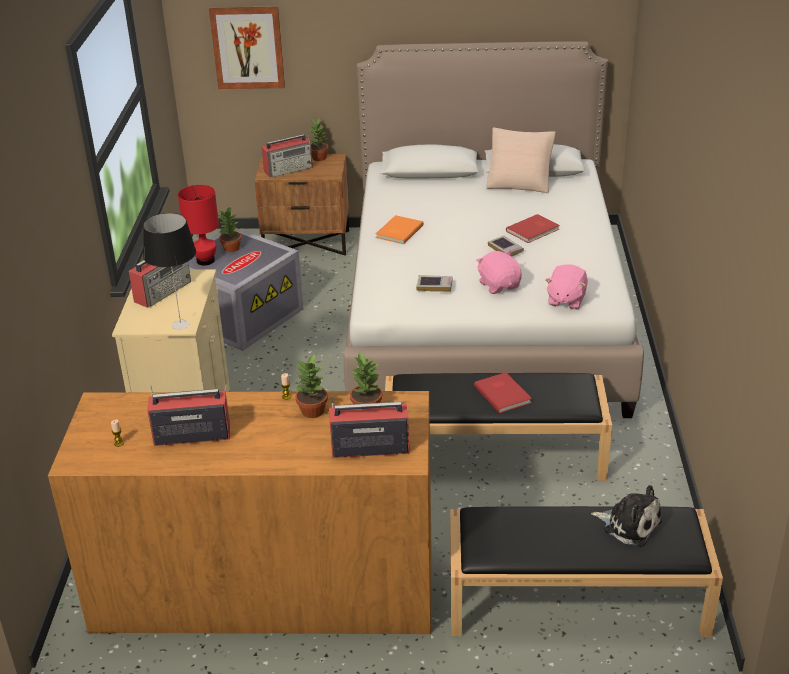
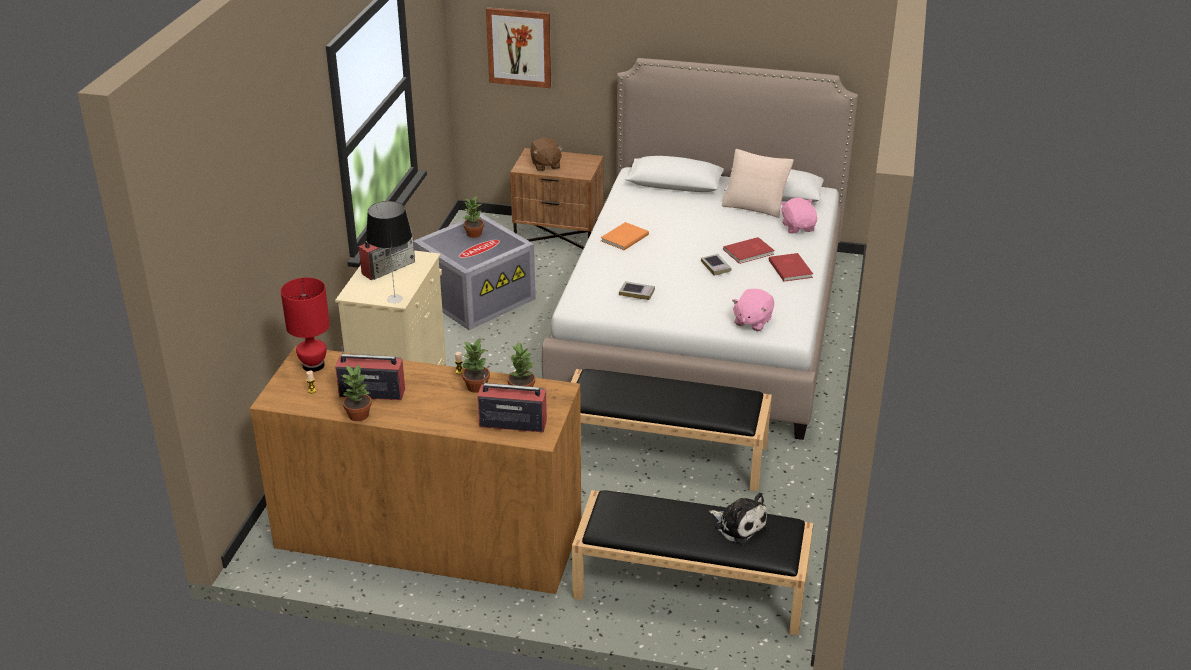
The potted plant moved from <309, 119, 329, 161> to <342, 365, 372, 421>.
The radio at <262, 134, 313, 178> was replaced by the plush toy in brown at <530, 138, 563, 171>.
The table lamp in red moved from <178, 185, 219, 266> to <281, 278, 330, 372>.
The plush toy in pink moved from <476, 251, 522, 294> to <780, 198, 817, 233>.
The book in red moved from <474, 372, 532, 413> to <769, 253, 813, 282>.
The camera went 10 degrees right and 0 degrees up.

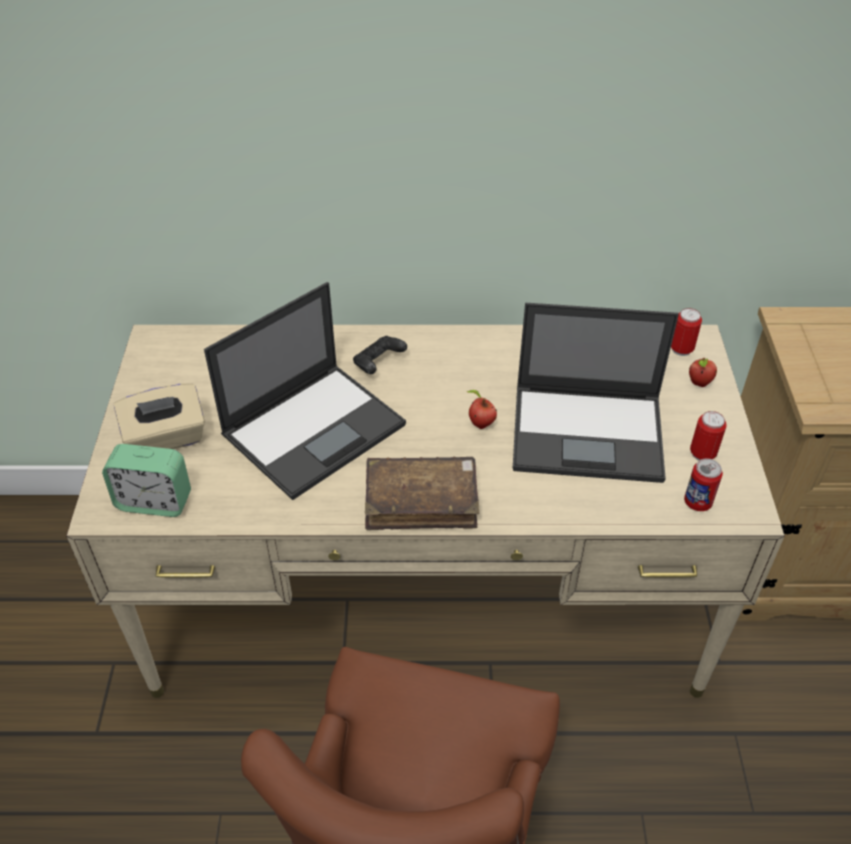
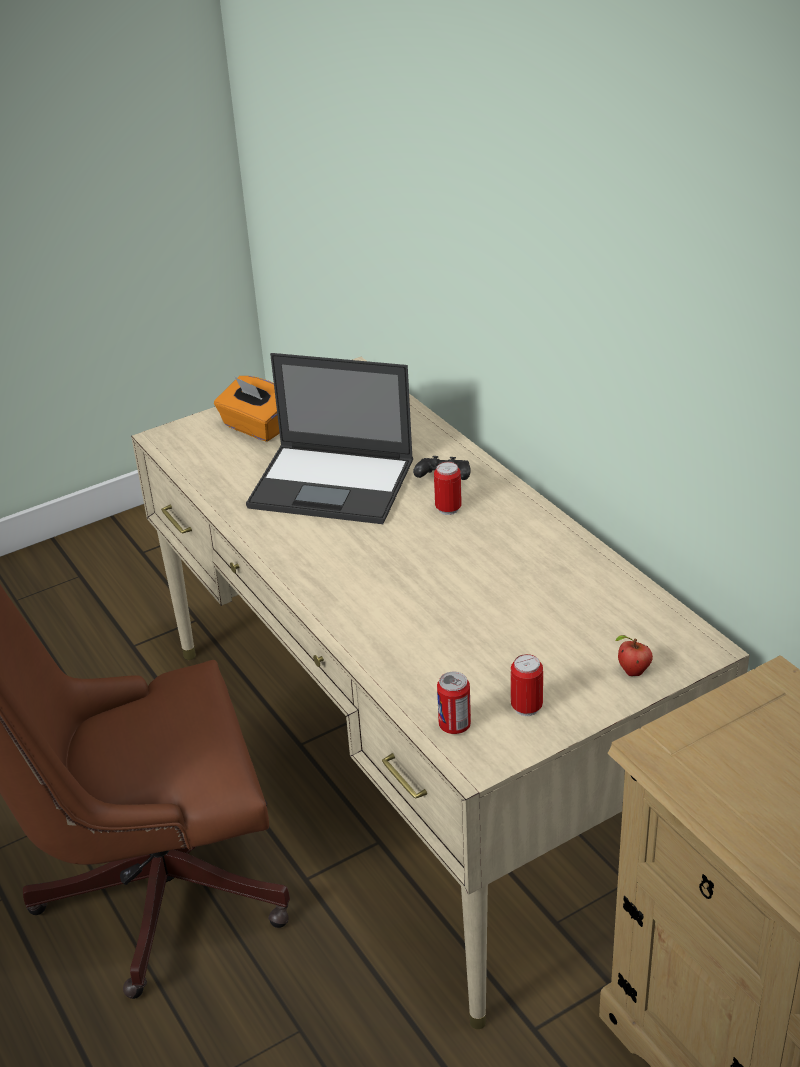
The laptop at <513, 303, 679, 483> disappeared.
The can moved from <671, 308, 702, 356> to <434, 462, 462, 515>.
The tissue box in beige at <114, 383, 205, 449> became the tissue box in orange at <214, 376, 280, 442>.
The apple at <466, 390, 497, 429> disappeared.
The alarm clock at <102, 444, 191, 517> disappeared.
The book in brown at <365, 457, 480, 530> disappeared.
The camera went 60 degrees right and 10 degrees down.

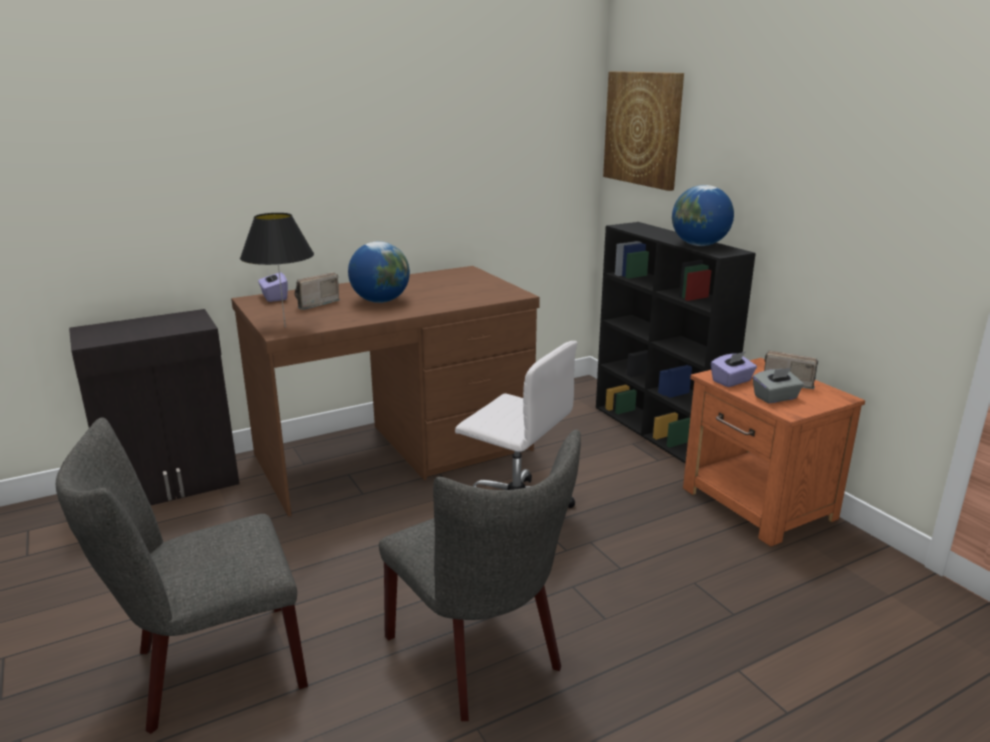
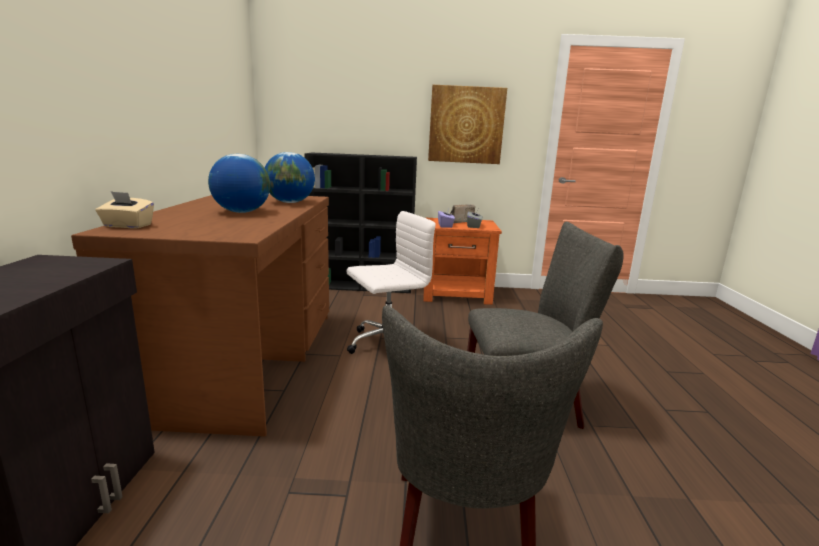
The picture moved from <603, 71, 684, 191> to <428, 85, 507, 164>.
The globe moved from <672, 185, 734, 246> to <265, 152, 315, 203>.
The table lamp in black at <240, 213, 314, 327> disappeared.
The tissue box in purple at <258, 270, 288, 302> became the tissue box in beige at <96, 191, 154, 229>.
The radio at <294, 272, 340, 310> disappeared.
The camera went 60 degrees left and 5 degrees down.

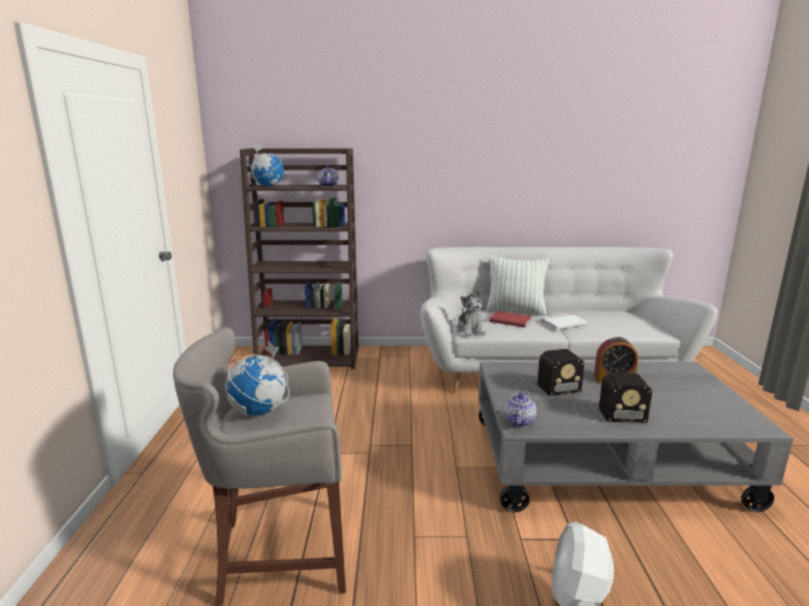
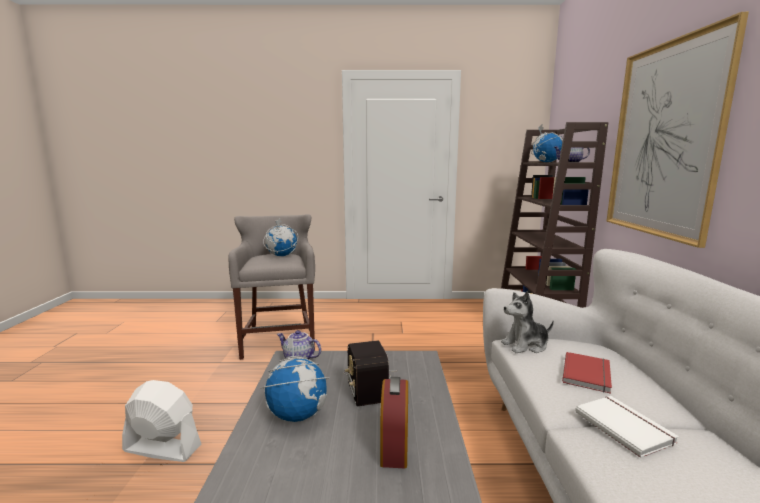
The pillow at <486, 256, 549, 316> disappeared.
The radio at <573, 372, 652, 423> was replaced by the globe at <260, 338, 329, 422>.
The picture at <606, 12, 749, 248> appeared.
The camera went 90 degrees right and 5 degrees down.

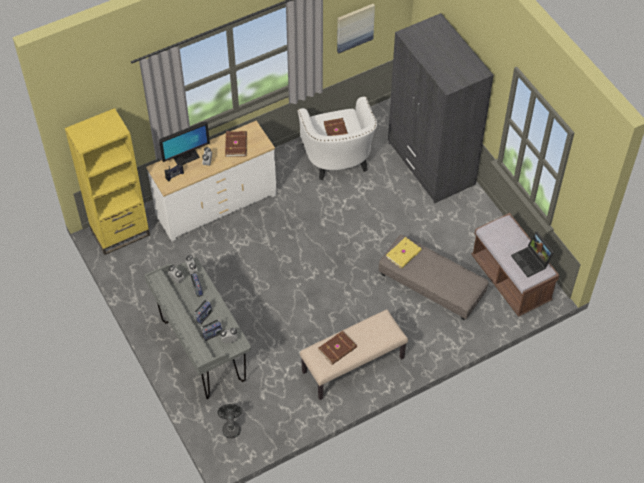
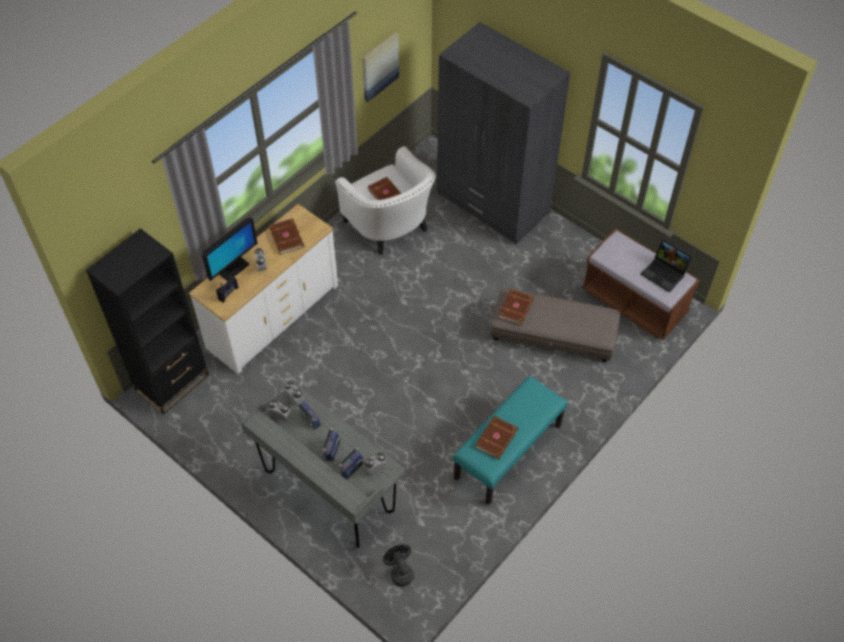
The bookcase in yellow at <65, 108, 150, 255> became the bookcase in black at <86, 228, 209, 415>.
The book in yellow at <386, 237, 422, 269> became the book in brown at <498, 289, 534, 325>.
The bench in beige at <300, 309, 408, 400> became the bench in turquoise at <453, 376, 568, 505>.
The camera went 20 degrees left and 0 degrees up.

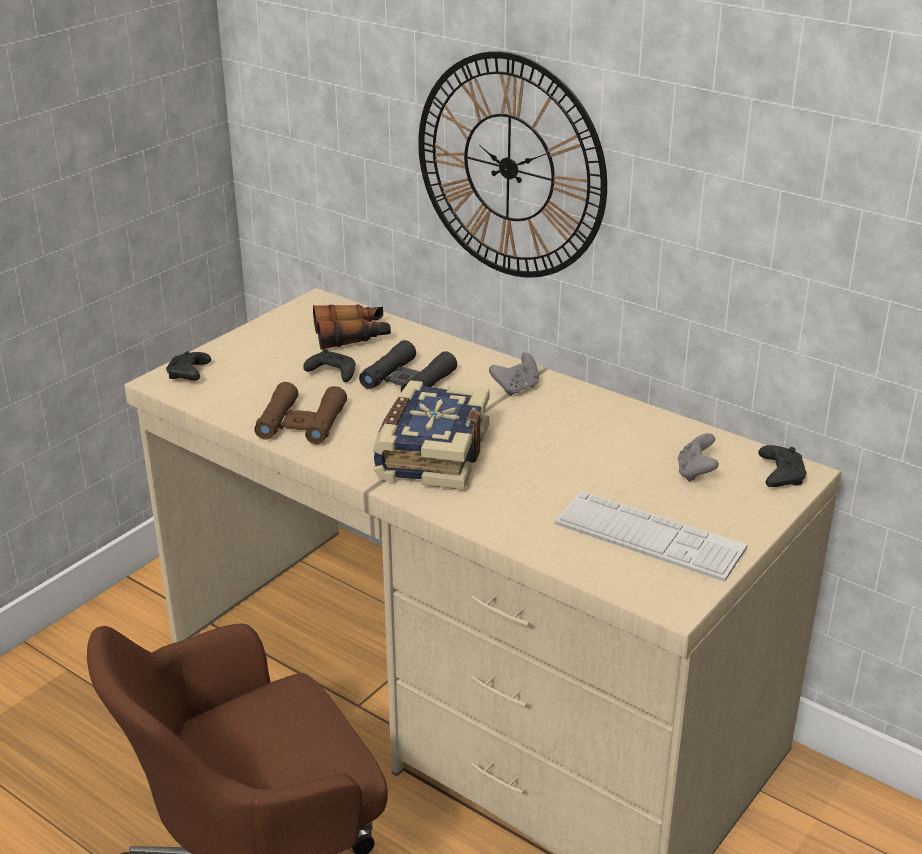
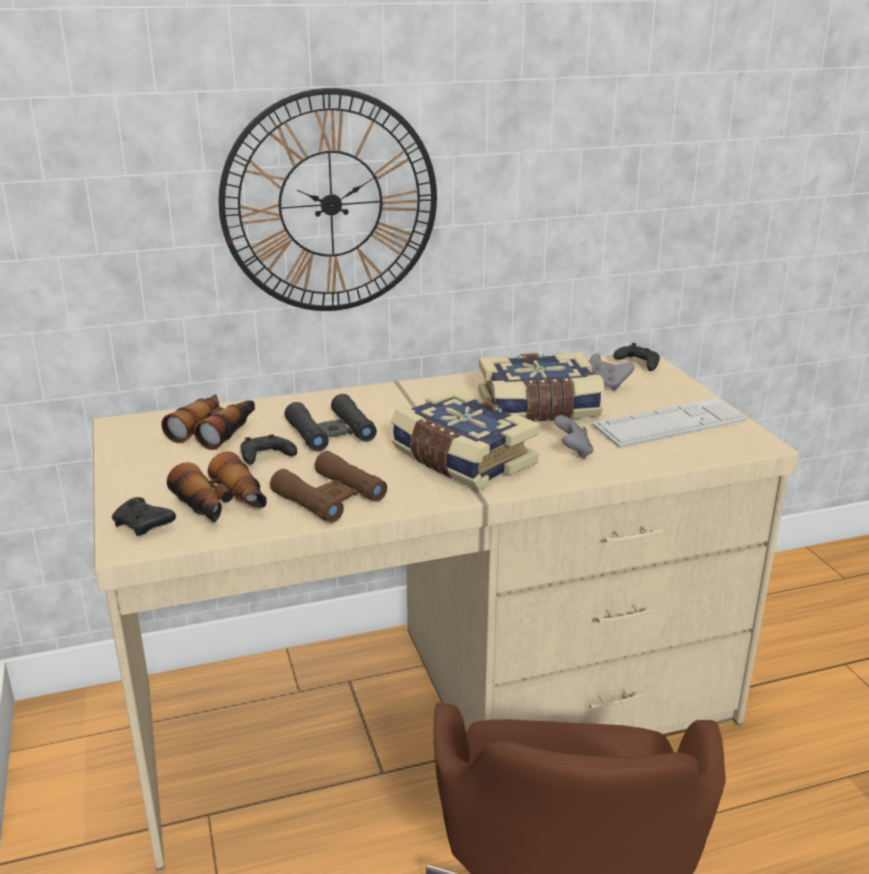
The game controller in grey moved from <489, 352, 539, 396> to <554, 415, 593, 459>.
The book at <478, 352, 604, 422> appeared.
The binoculars at <167, 451, 267, 522> appeared.
The camera went 55 degrees left and 5 degrees down.

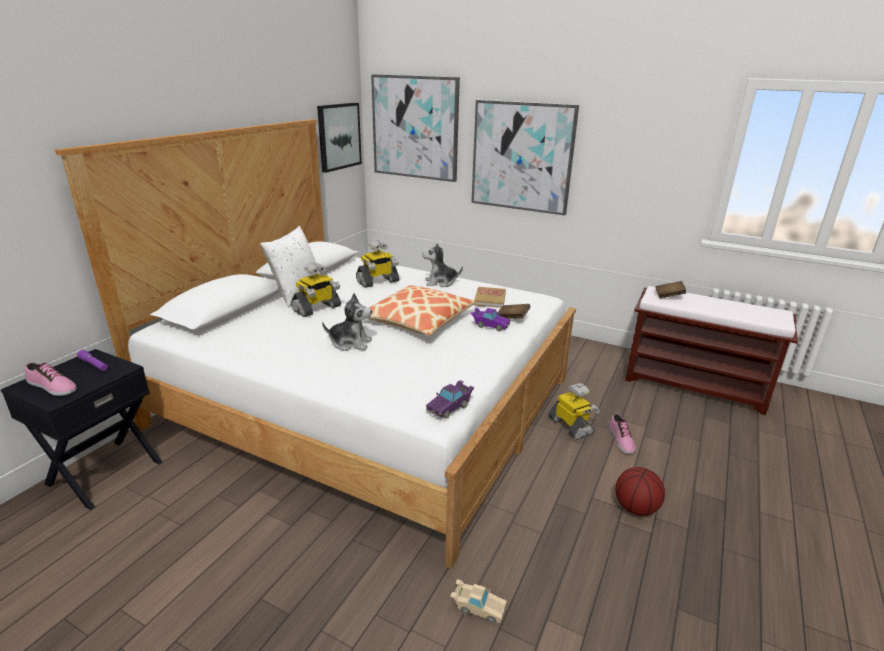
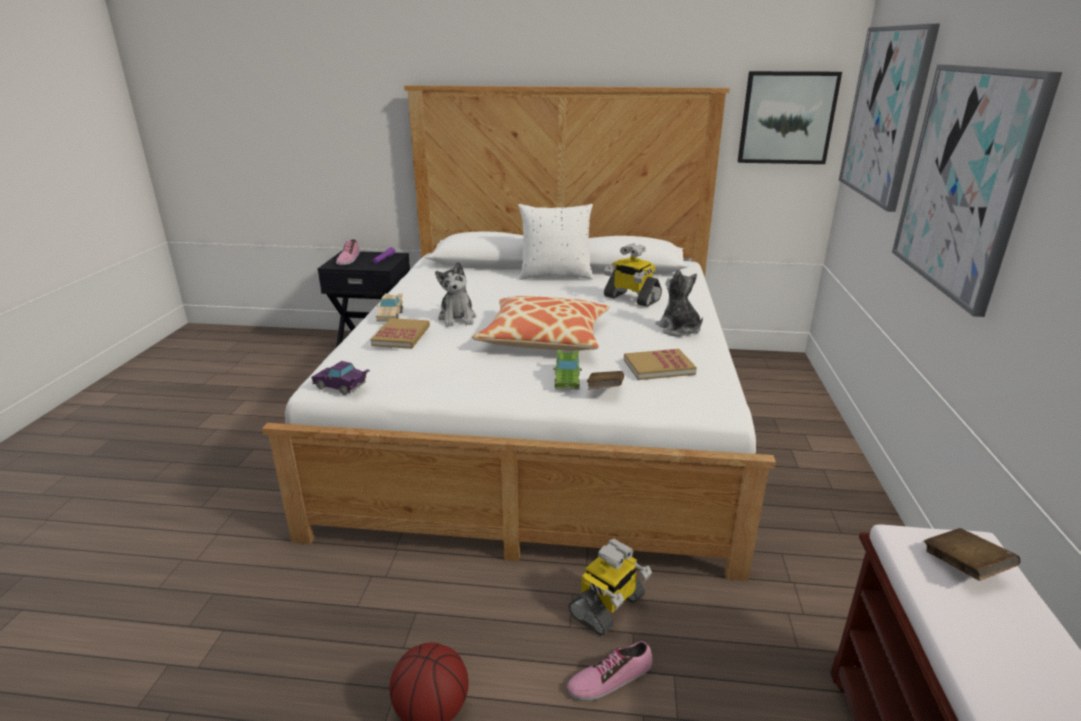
The toy robot at <291, 263, 341, 317> disappeared.
The toy car in purple at <470, 308, 511, 332> became the toy car in green at <553, 350, 582, 390>.
The toy car in beige moved from <451, 579, 507, 624> to <376, 293, 403, 322>.
The book at <371, 318, 430, 349> appeared.
The camera went 70 degrees right and 0 degrees up.

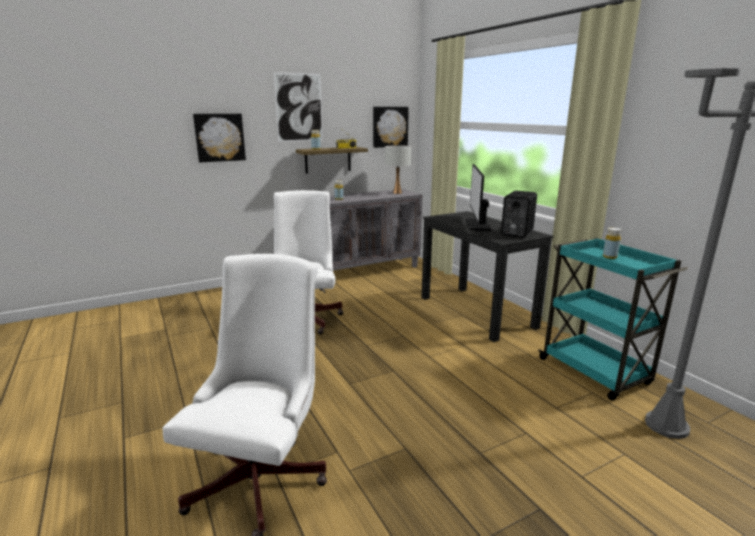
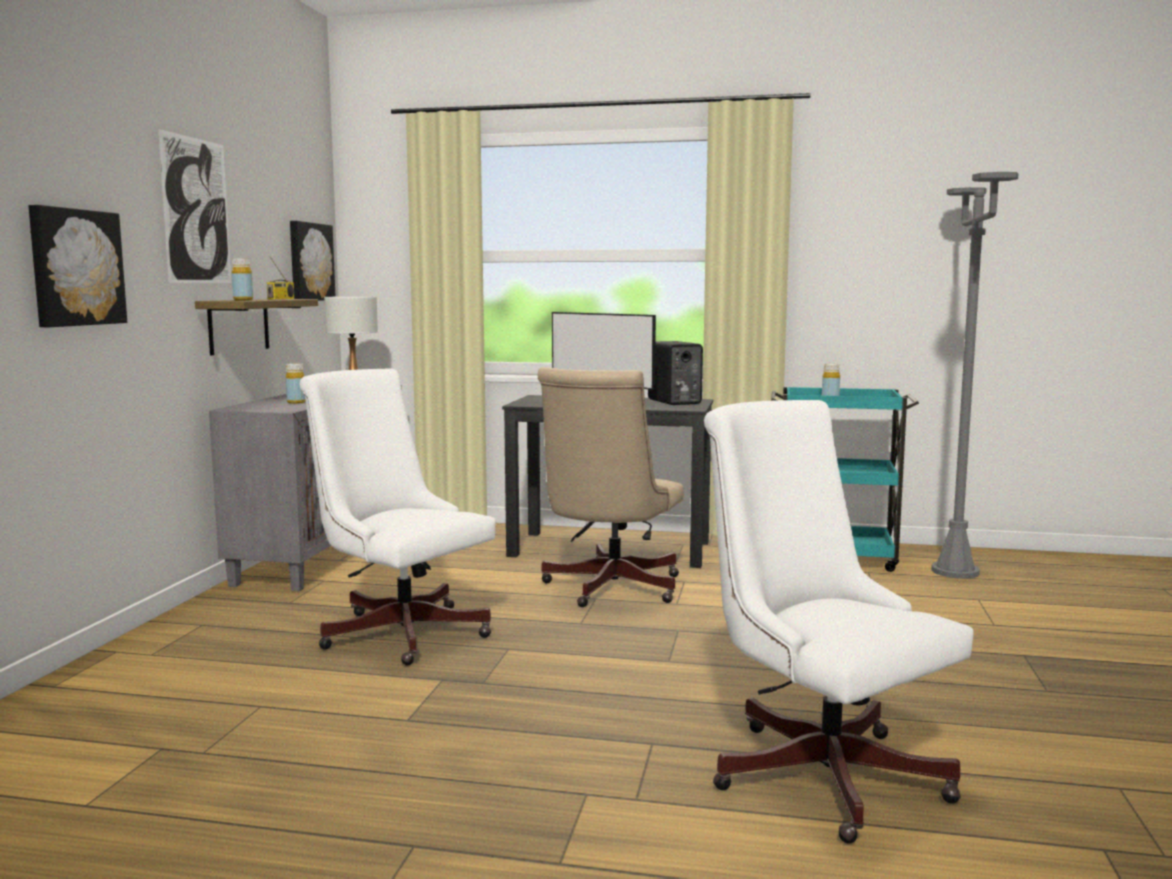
The office chair in beige at <538, 367, 684, 607> appeared.
The camera went 50 degrees left and 10 degrees down.

